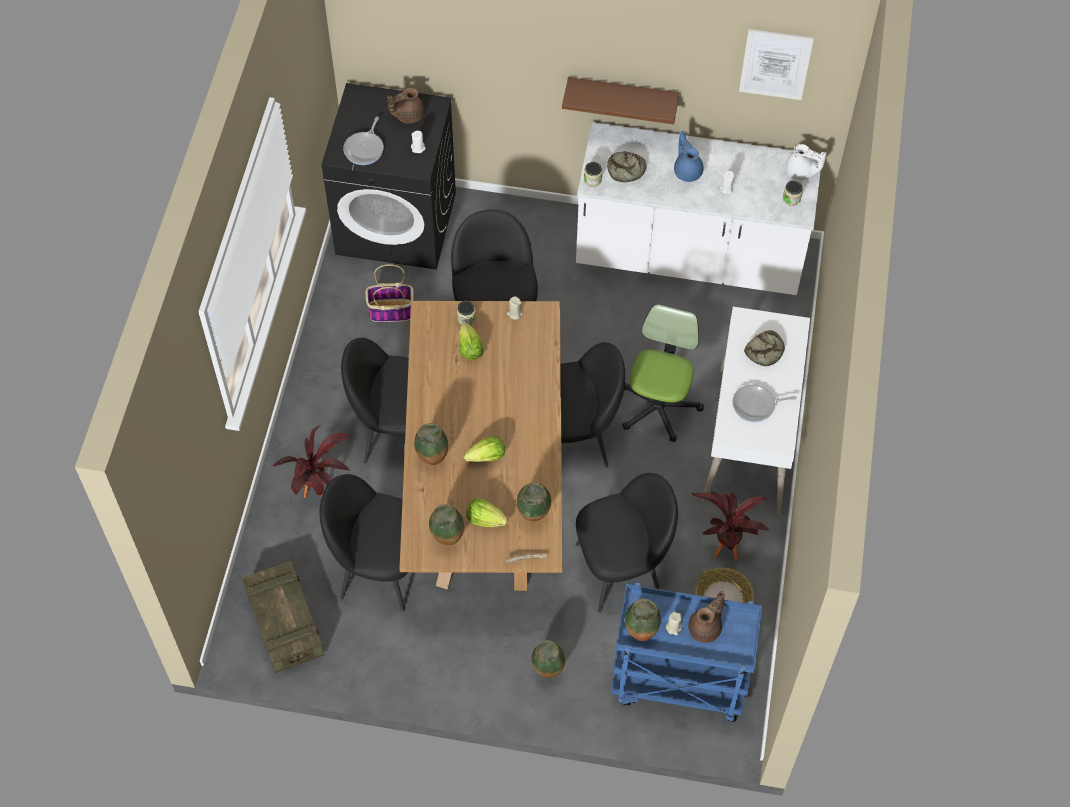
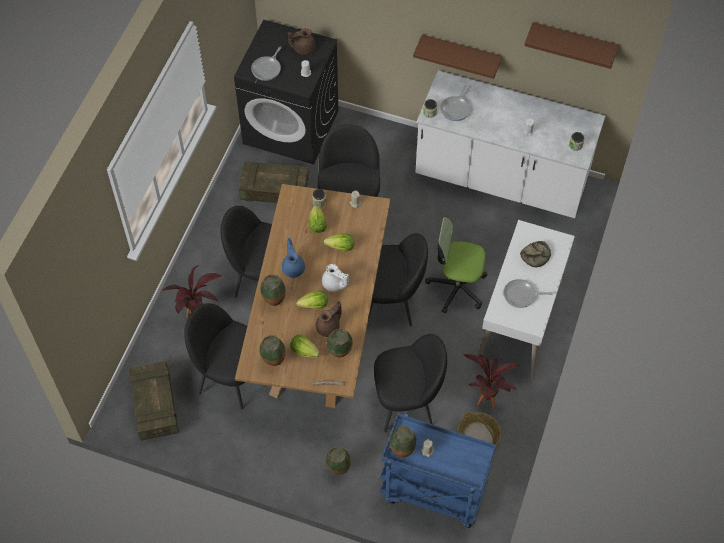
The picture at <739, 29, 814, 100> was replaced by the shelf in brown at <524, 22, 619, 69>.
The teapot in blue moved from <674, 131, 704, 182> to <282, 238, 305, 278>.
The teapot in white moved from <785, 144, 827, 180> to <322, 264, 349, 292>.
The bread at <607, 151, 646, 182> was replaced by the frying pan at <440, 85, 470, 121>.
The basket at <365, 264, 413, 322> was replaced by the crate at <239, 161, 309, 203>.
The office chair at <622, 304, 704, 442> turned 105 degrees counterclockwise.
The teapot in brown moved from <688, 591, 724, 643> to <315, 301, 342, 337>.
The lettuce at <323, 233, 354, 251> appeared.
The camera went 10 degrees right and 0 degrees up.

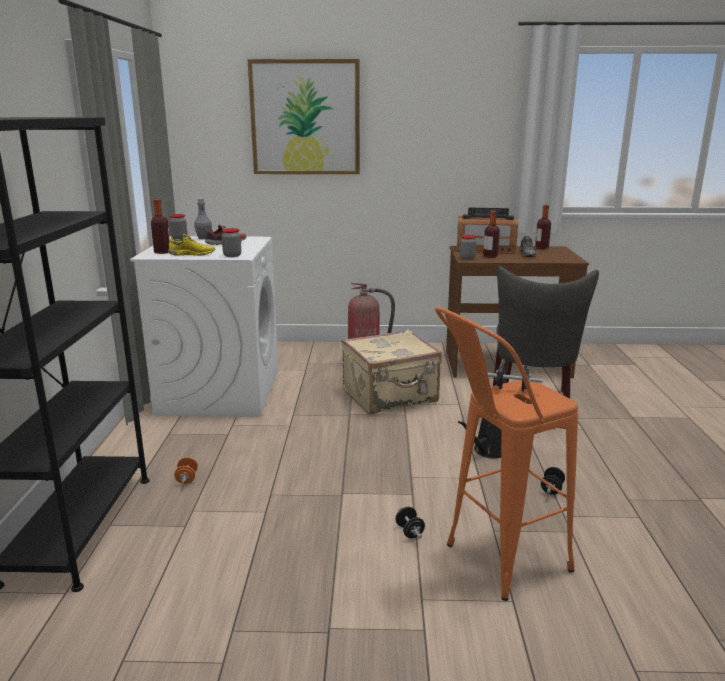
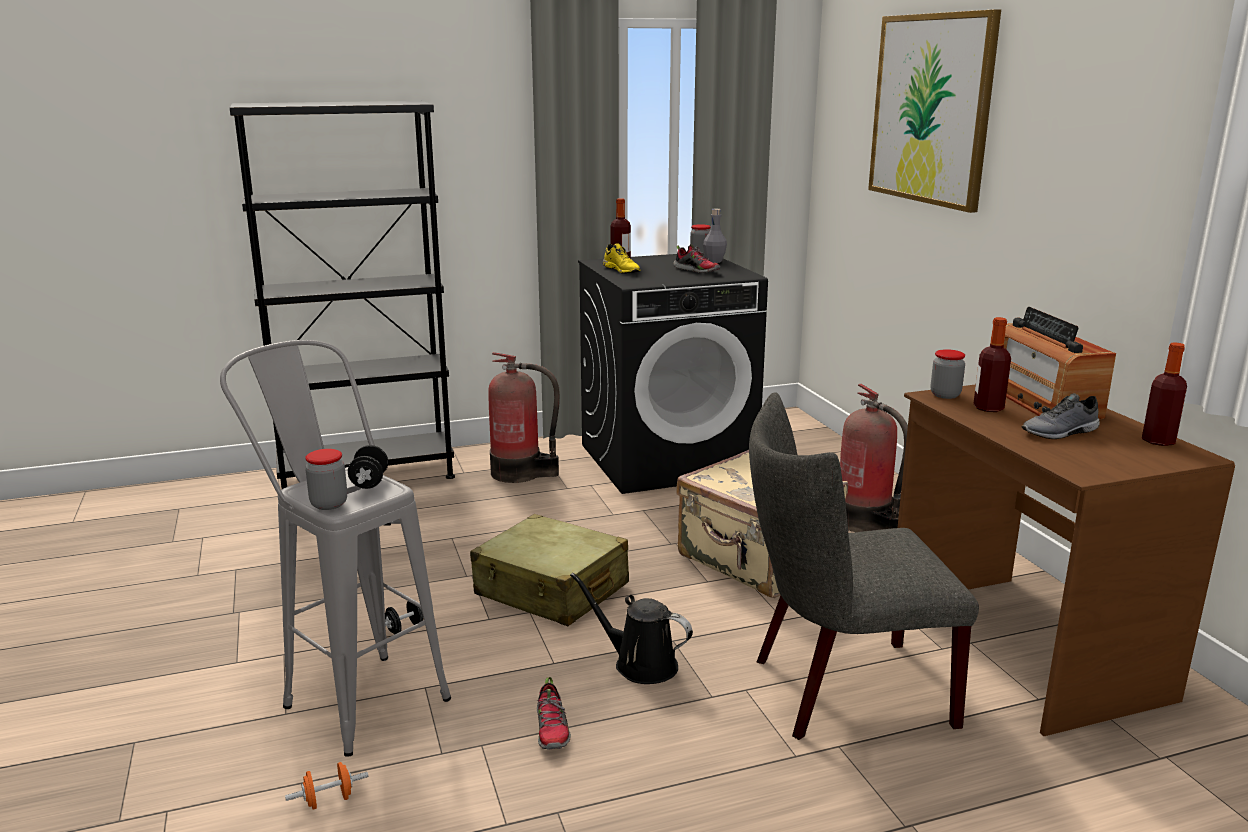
The jar moved from <222, 228, 241, 257> to <305, 449, 347, 510>.
The washing machine in white at <130, 236, 278, 417> became the washing machine in black at <578, 254, 768, 494>.
The stool in orange at <435, 307, 578, 601> became the stool in grey at <220, 340, 451, 757>.
The dumbbell in orange moved from <174, 457, 198, 484> to <285, 762, 368, 809>.
The dumbbell in black at <541, 467, 565, 495> was replaced by the shoe at <537, 677, 571, 750>.
The fire extinguisher at <488, 352, 560, 483> appeared.
The suitcase in beige at <470, 514, 629, 626> appeared.
The camera went 70 degrees right and 0 degrees up.

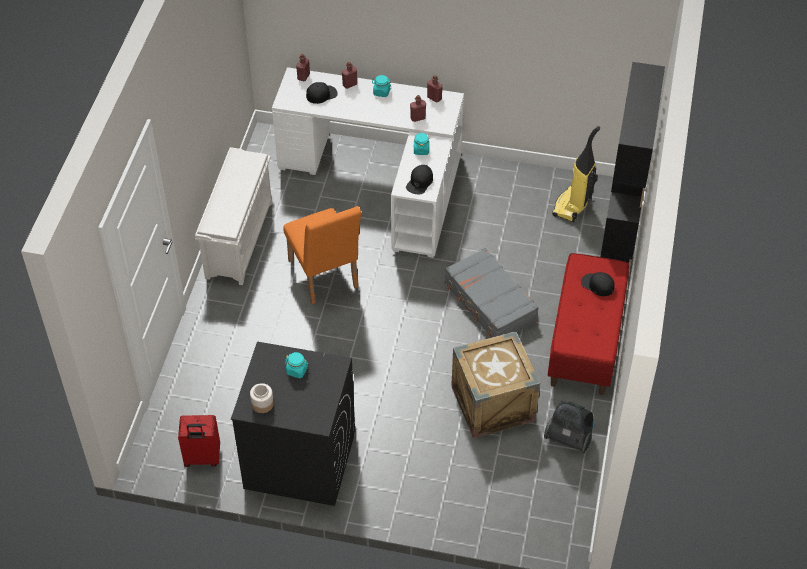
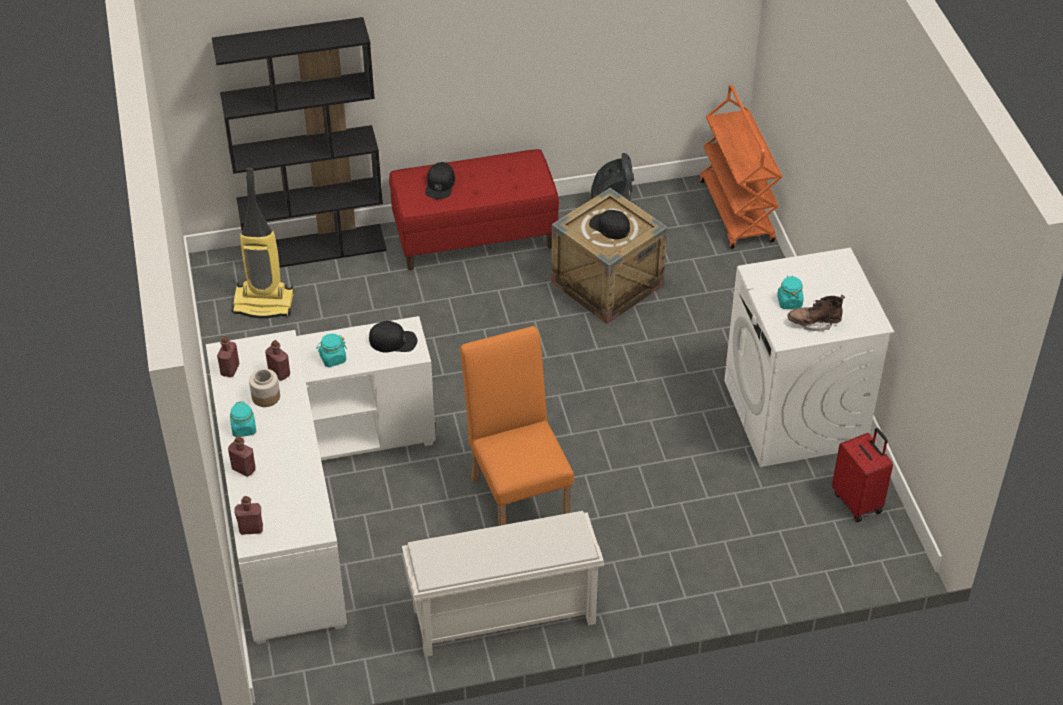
The cap in black moved from <306, 82, 338, 104> to <589, 210, 630, 239>.
The chair in orange at <283, 206, 362, 304> turned 60 degrees counterclockwise.
The suitcase in grey at <445, 248, 539, 338> disappeared.
The washing machine in black at <231, 342, 355, 506> became the washing machine in white at <724, 248, 894, 467>.
The jar moved from <250, 383, 274, 413> to <249, 369, 280, 407>.
The cart in orange at <699, 85, 782, 249> appeared.
The boot in brown at <787, 295, 845, 331> appeared.
The camera went 115 degrees left and 5 degrees down.

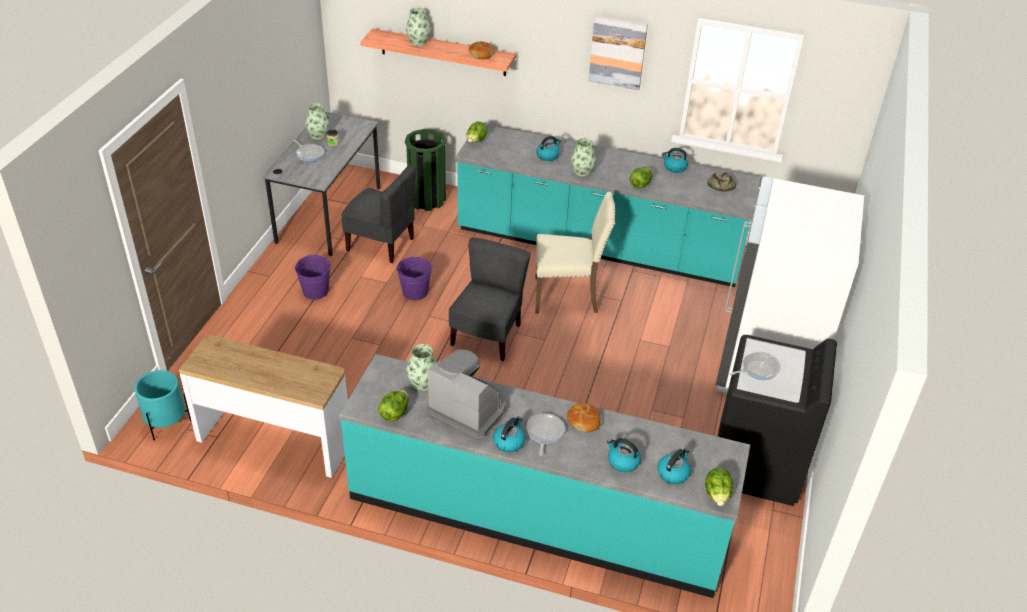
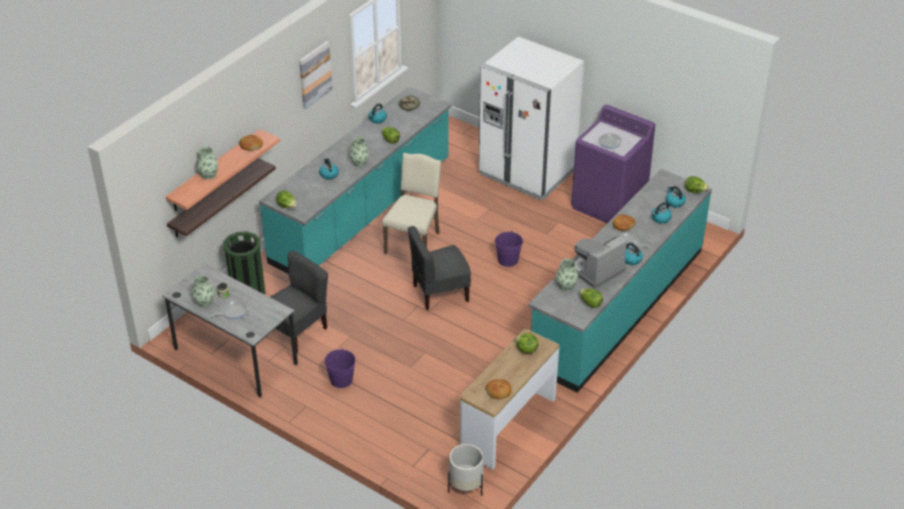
The chair in grey at <449, 238, 531, 361> turned 60 degrees counterclockwise.
The bucket in purple moved from <396, 257, 432, 300> to <495, 231, 523, 267>.
The washing machine in black at <717, 335, 837, 506> became the washing machine in purple at <571, 104, 655, 223>.
The planter in turquoise at <134, 370, 191, 441> became the planter in white at <448, 444, 484, 496>.
The shelf at <167, 158, 276, 237> appeared.
The lettuce at <515, 333, 539, 353> appeared.
The bread at <486, 379, 512, 399> appeared.
The camera went 70 degrees left and 0 degrees up.

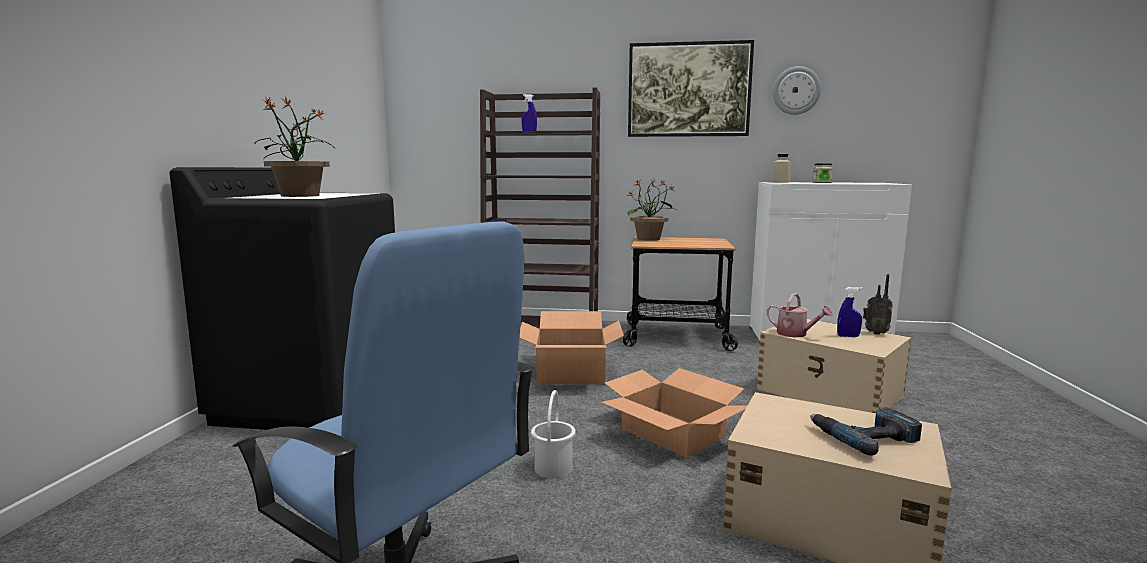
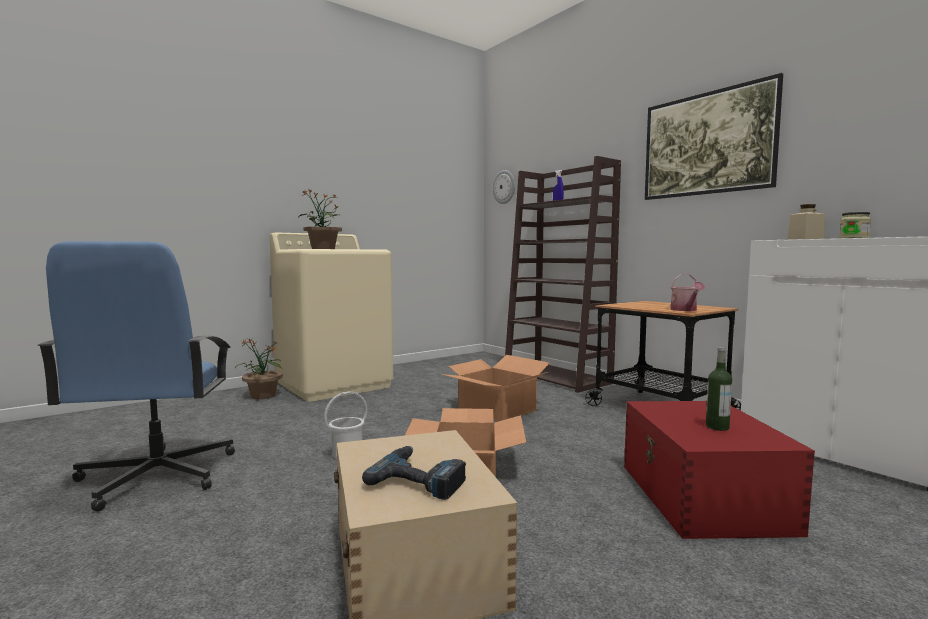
The wall clock moved from <773, 66, 821, 115> to <493, 170, 515, 204>.
The washing machine in black at <170, 167, 395, 430> became the washing machine in beige at <270, 232, 393, 402>.
The potted plant moved from <627, 179, 678, 241> to <235, 338, 283, 399>.
The radio at <863, 274, 893, 335> disappeared.
The spray bottle in blue at <837, 287, 862, 337> was replaced by the bottle at <706, 347, 732, 431>.
The watering can moved from <766, 293, 833, 337> to <670, 274, 705, 311>.
The storage box in beige at <757, 319, 911, 413> became the storage box in red at <624, 401, 815, 539>.
The camera went 45 degrees right and 5 degrees down.

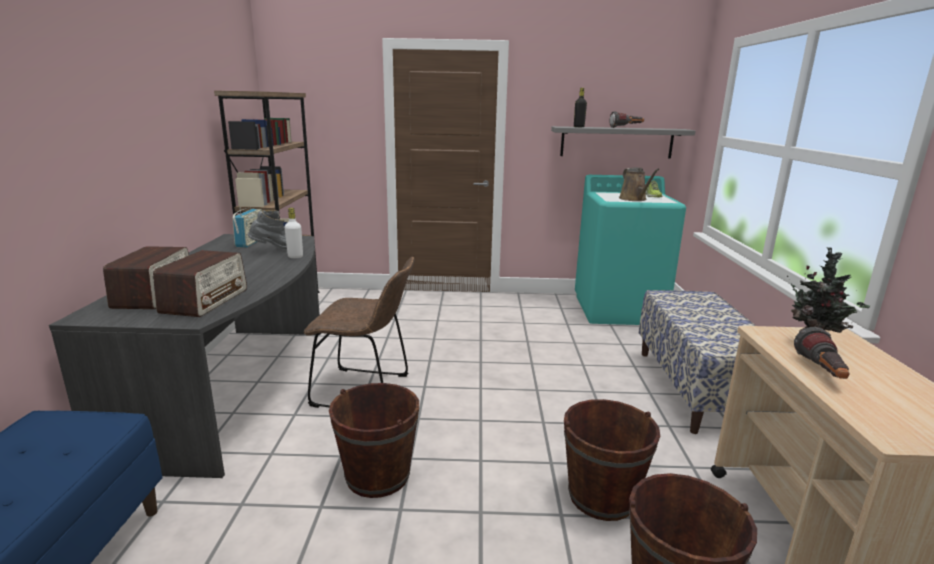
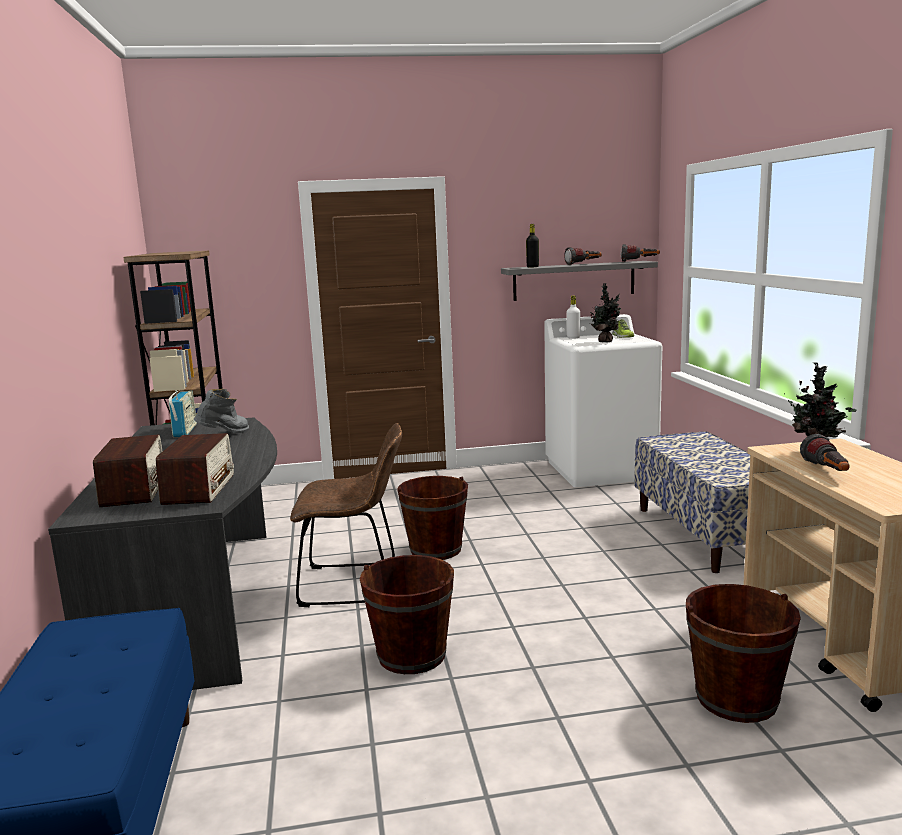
The watering can in brown at <619, 167, 659, 201> was replaced by the potted plant at <590, 283, 621, 343>.
The washing machine in turquoise at <575, 175, 686, 325> became the washing machine in white at <544, 314, 662, 487>.
The bottle in white moved from <285, 208, 303, 258> to <566, 296, 580, 339>.
The bucket in brown moved from <564, 399, 660, 521> to <397, 476, 468, 560>.
The flashlight at <620, 244, 660, 262> appeared.
The camera went 10 degrees left and 5 degrees down.

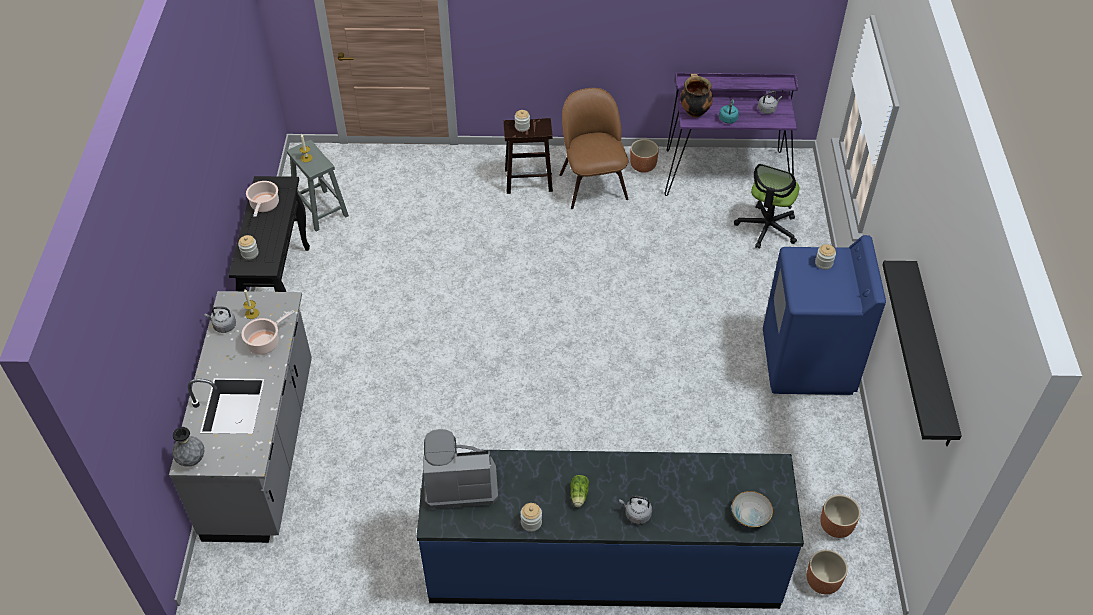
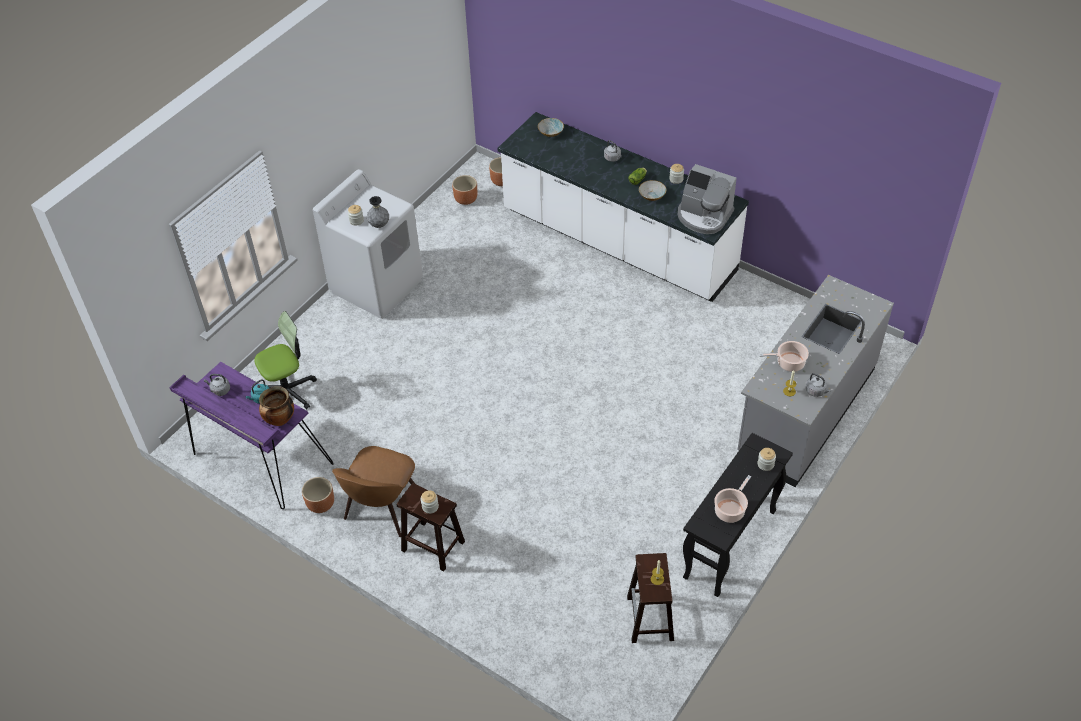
The stool in grey at <287, 140, 349, 231> became the stool in brown at <627, 553, 674, 643>.
The washing machine in blue at <763, 235, 886, 395> became the washing machine in white at <313, 169, 423, 319>.
The shelf in black at <882, 261, 962, 446> disappeared.
The vase in grey moved from <172, 427, 205, 467> to <367, 196, 389, 228>.
The counter in blue at <416, 450, 804, 609> became the counter in white at <497, 112, 749, 302>.
The bowl at <639, 180, 666, 201> appeared.
The camera went 145 degrees left and 0 degrees up.

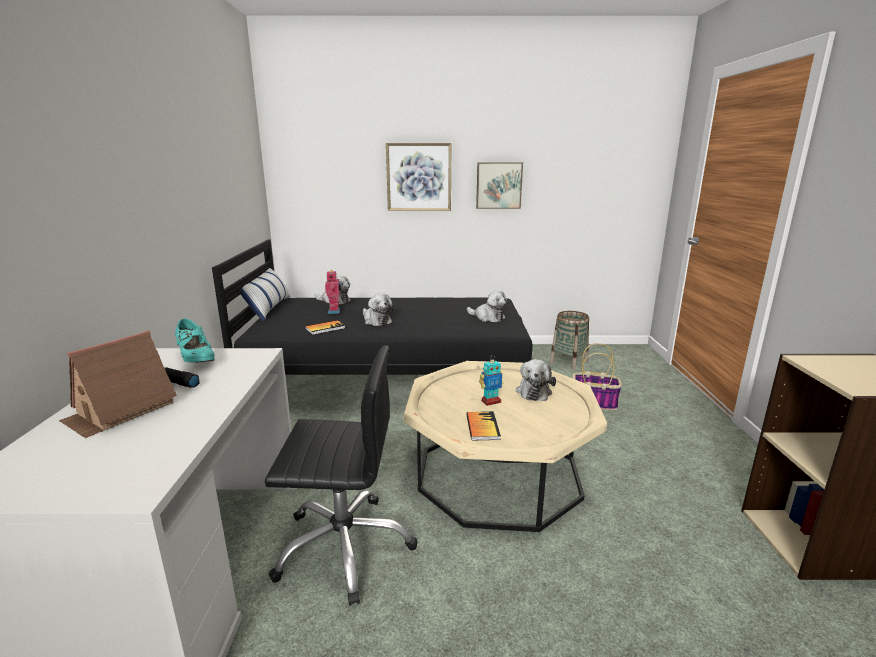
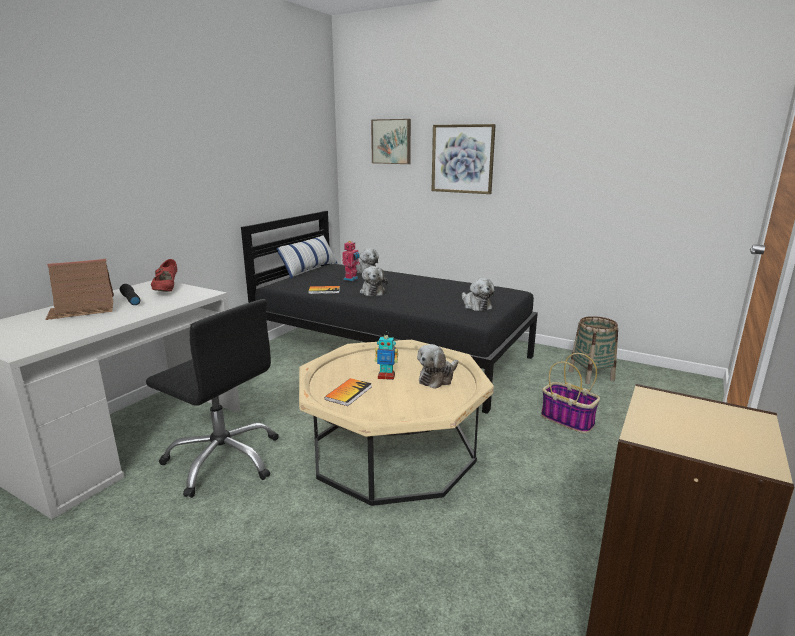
The picture moved from <476, 162, 523, 209> to <371, 119, 411, 164>.
The shoe in turquoise at <175, 318, 215, 363> became the shoe in red at <151, 259, 177, 292>.
The camera went 30 degrees right and 0 degrees up.

